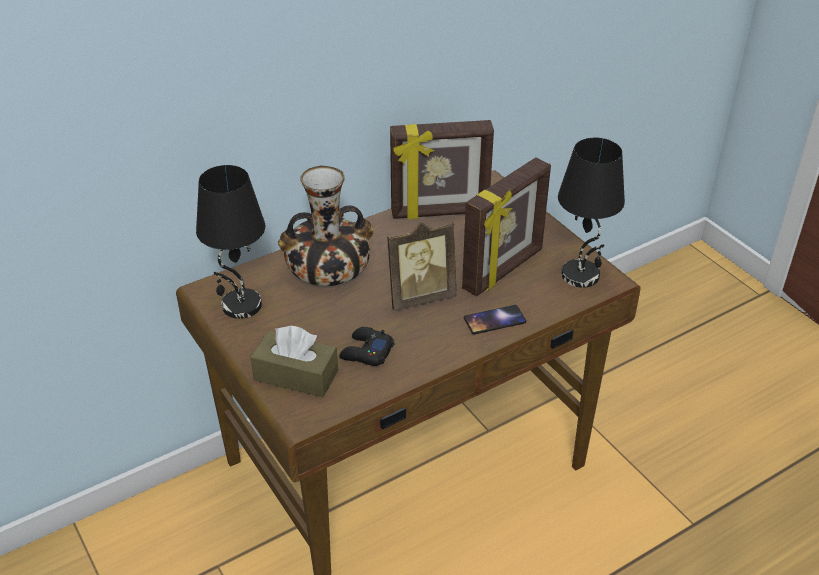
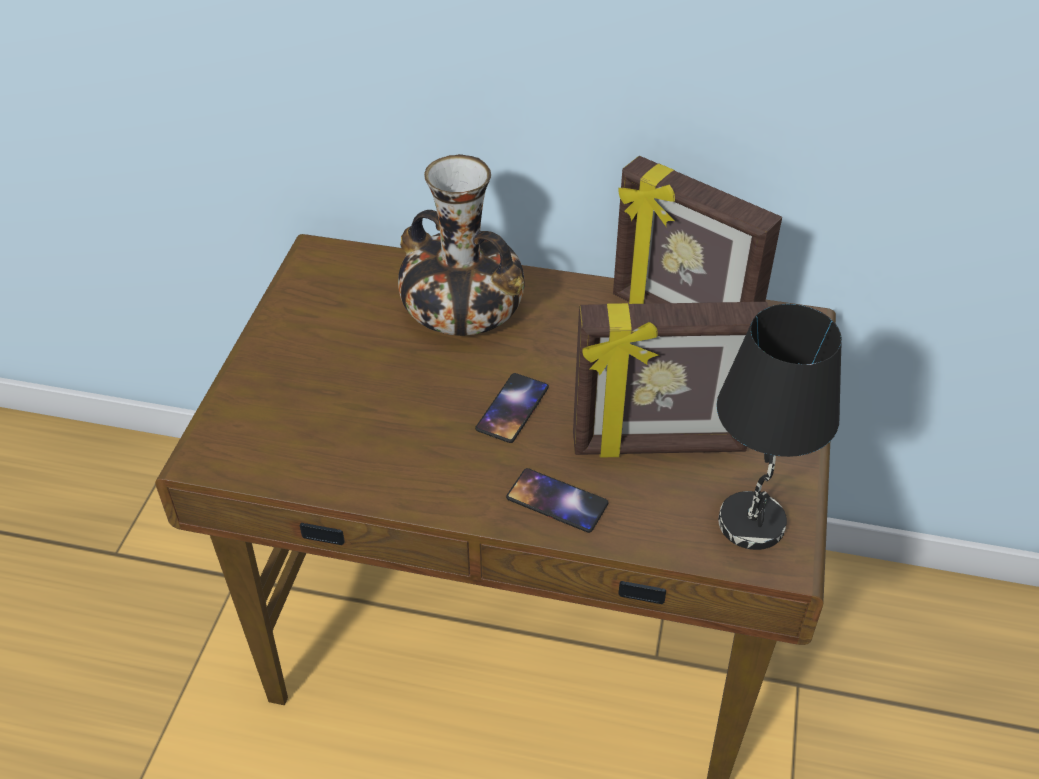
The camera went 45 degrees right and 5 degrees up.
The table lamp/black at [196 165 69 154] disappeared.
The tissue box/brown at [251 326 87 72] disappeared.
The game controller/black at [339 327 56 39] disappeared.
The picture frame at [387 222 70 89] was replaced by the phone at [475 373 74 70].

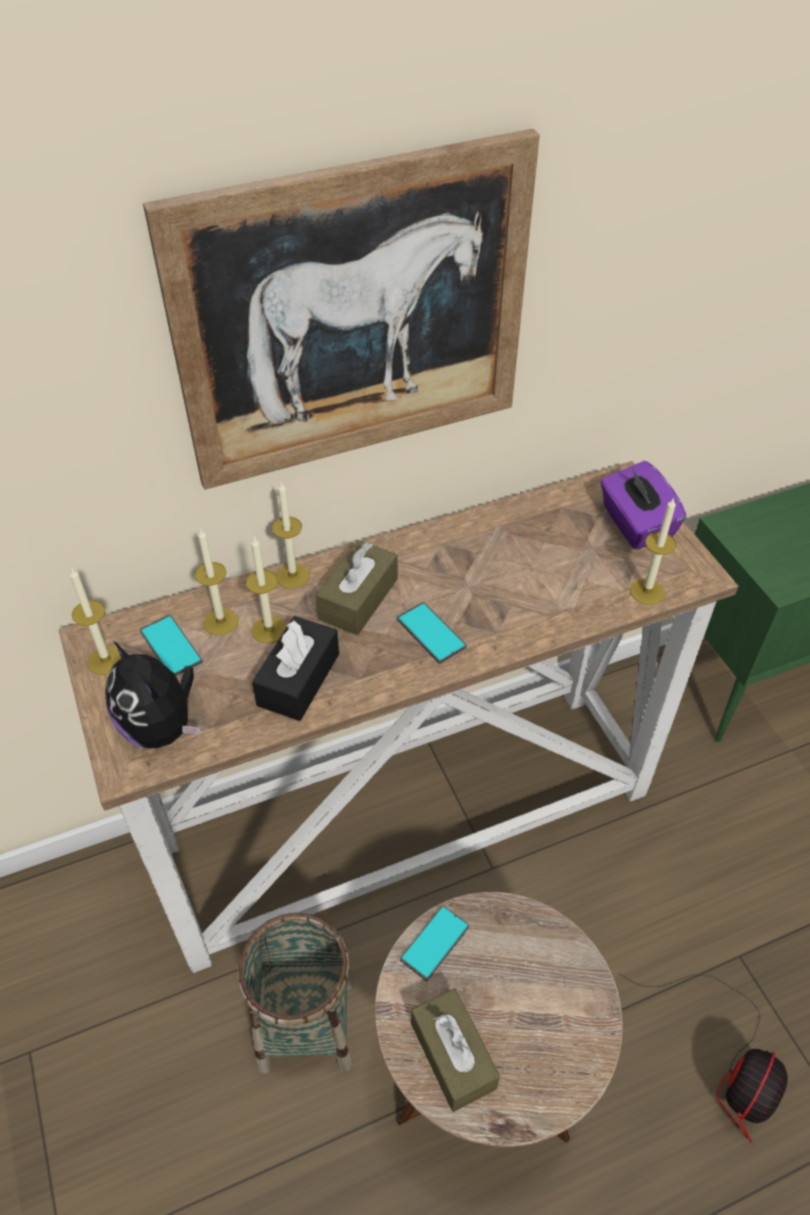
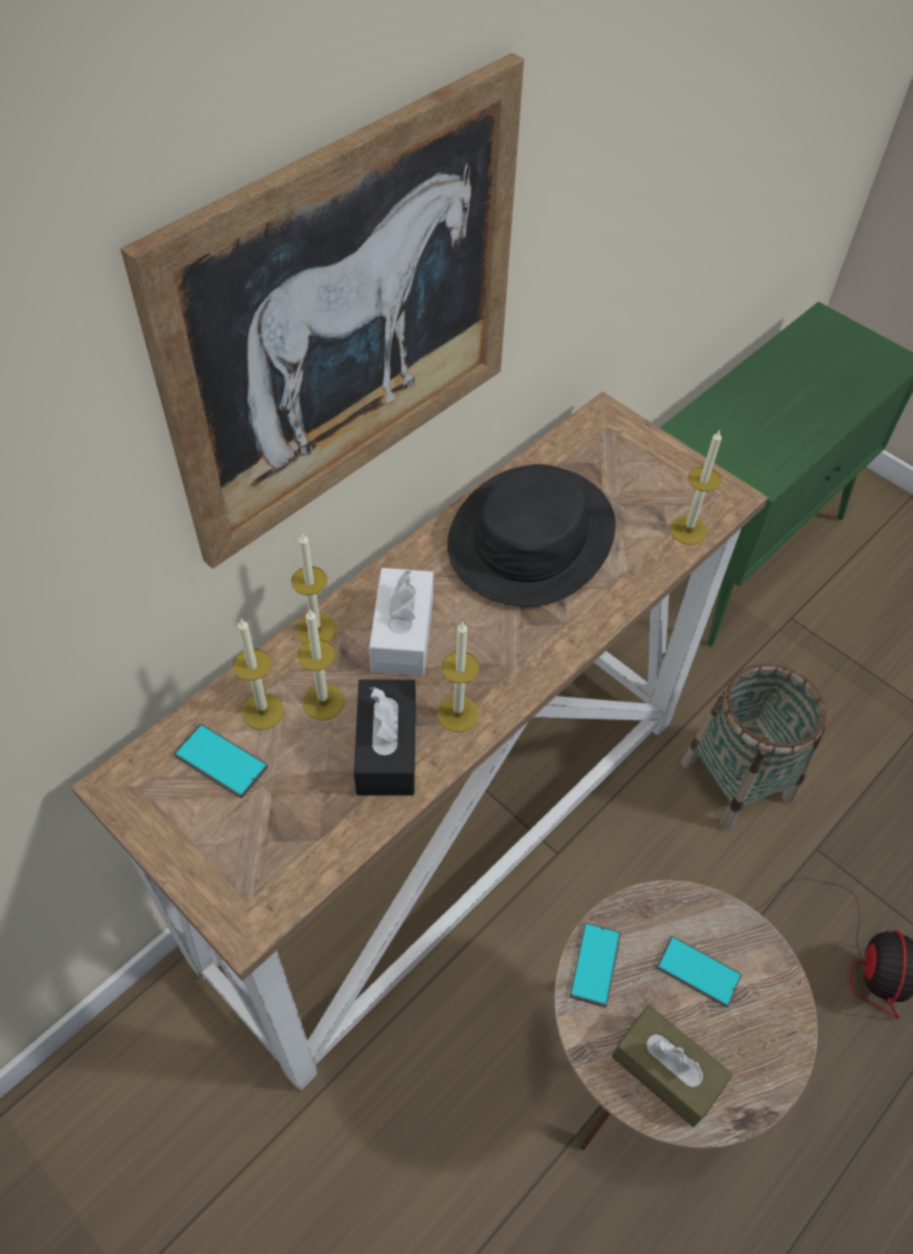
The camera went 25 degrees left and 5 degrees up.
The candle moved from [70 567 51 108] to [437 621 42 111].
The plush toy at [105 641 96 107] disappeared.
The basket moved from [238 913 115 161] to [681 664 145 166].
The tissue box/brown at [316 540 82 95] became the tissue box/white at [369 568 64 108].
The phone moved from [397 602 69 62] to [656 936 86 71].
The tissue box/purple at [600 461 86 88] disappeared.
The hat/black at [447 464 168 143] appeared.

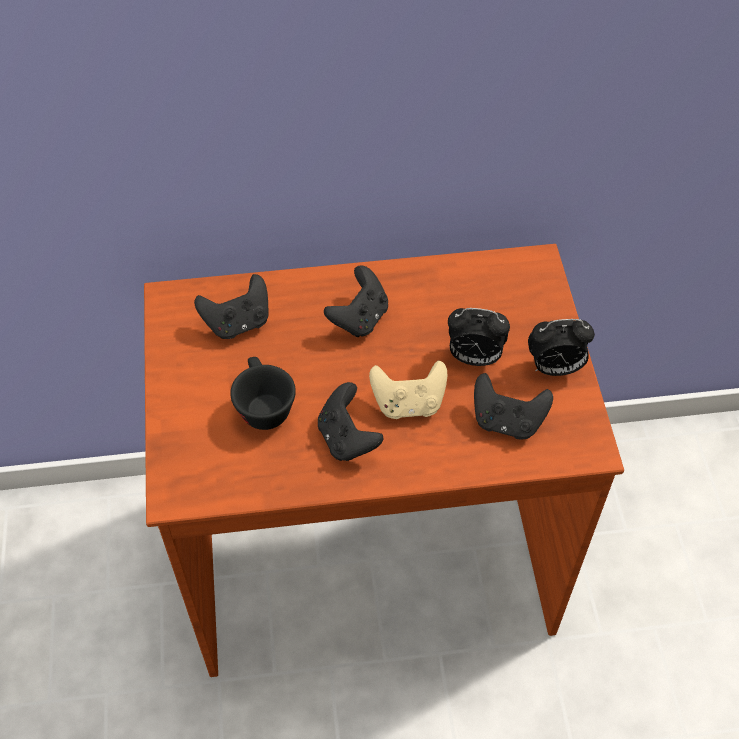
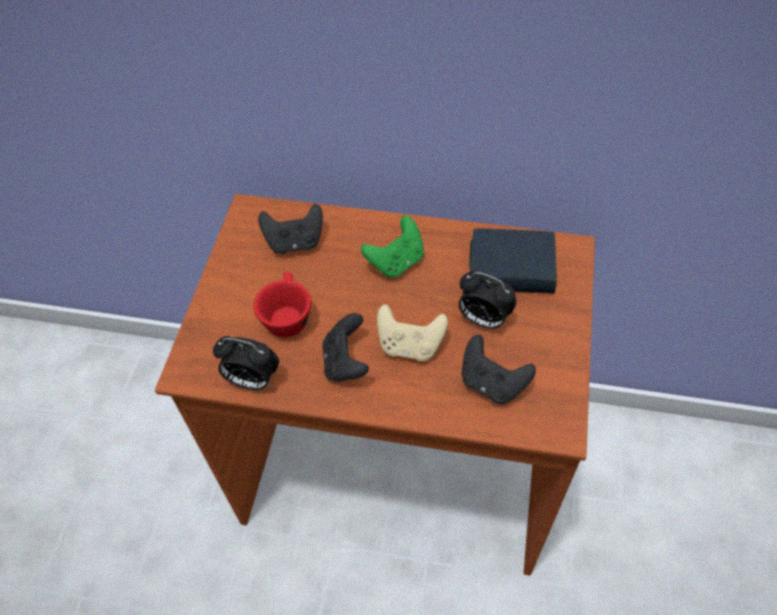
The camera went 20 degrees right and 0 degrees up.
The cup/black at [230 357 66 73] became the cup/red at [254 272 57 65].
The game controller/black at [324 265 64 72] became the game controller/green at [361 216 63 62].
The alarm clock moved from [528 319 67 57] to [213 336 66 54].
The book at [469 228 88 66] appeared.

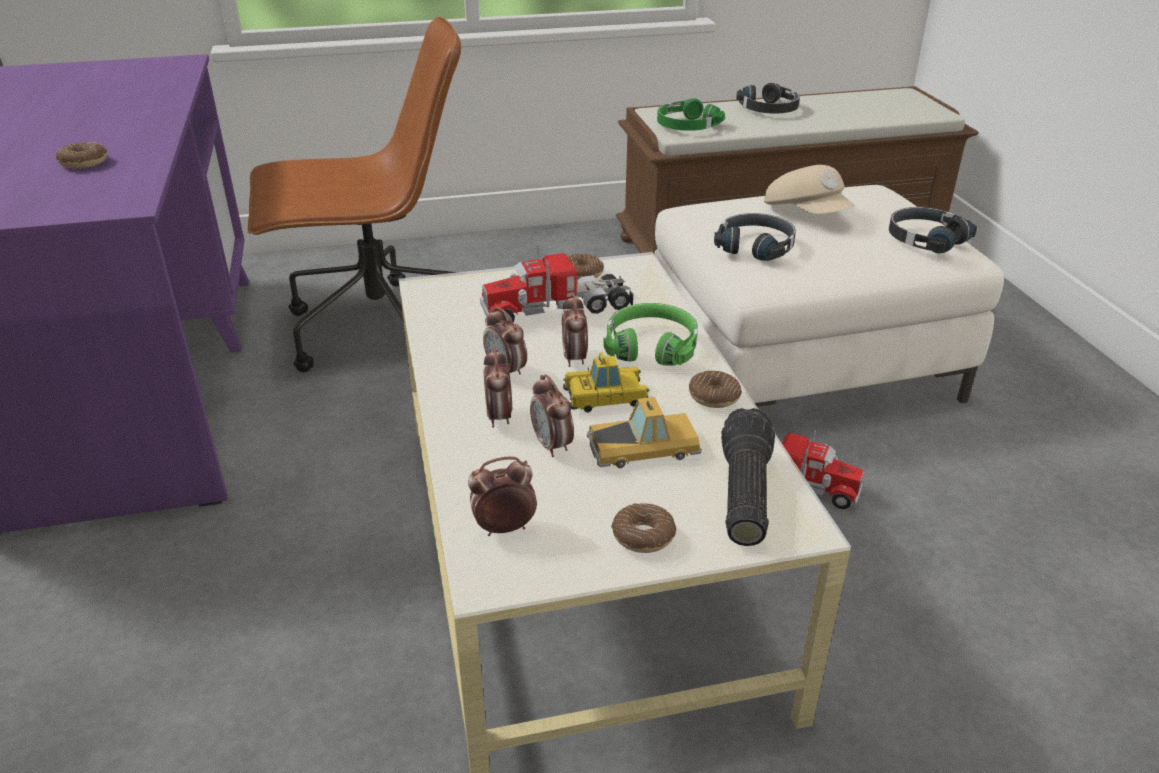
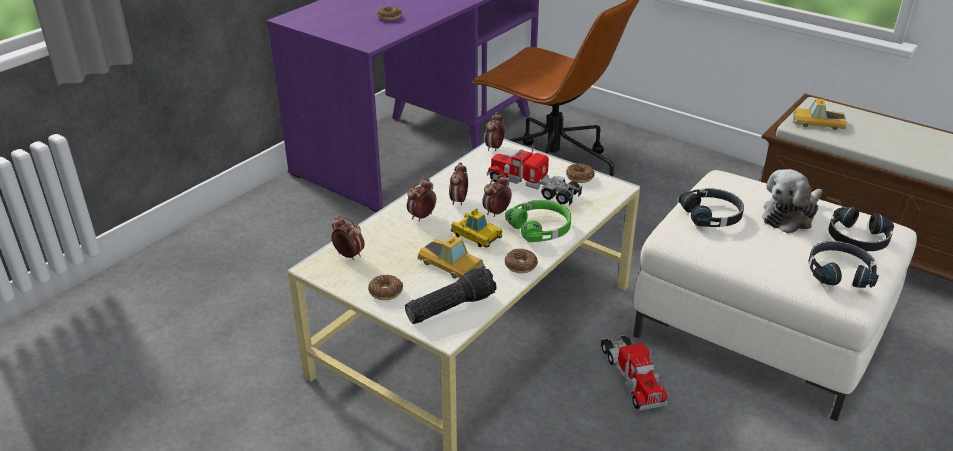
The camera went 50 degrees right and 0 degrees up.
The alarm clock moved from [530 374 44 83] to [485 112 20 39].
The headphones/green at [657 98 68 33] was replaced by the toy car at [793 99 53 31].
The headphones/black moved from [736 83 64 31] to [828 207 66 44].
The cap/beige at [764 165 91 49] was replaced by the plush toy at [762 169 60 65].

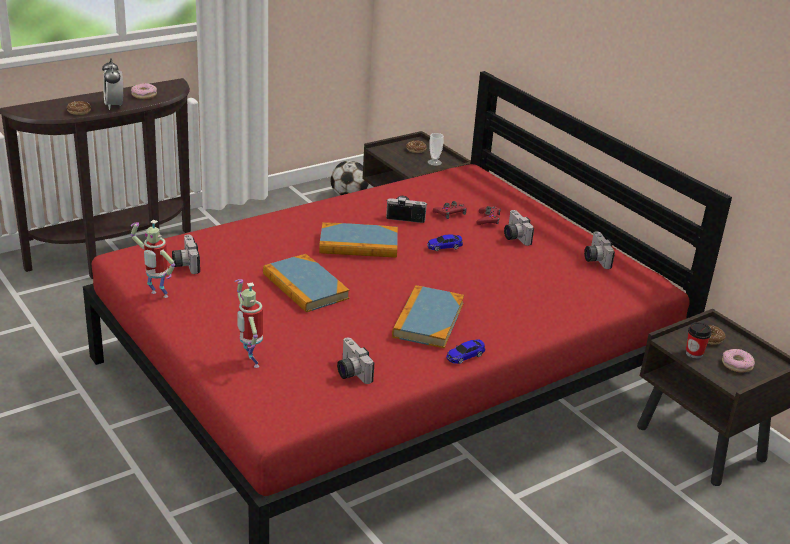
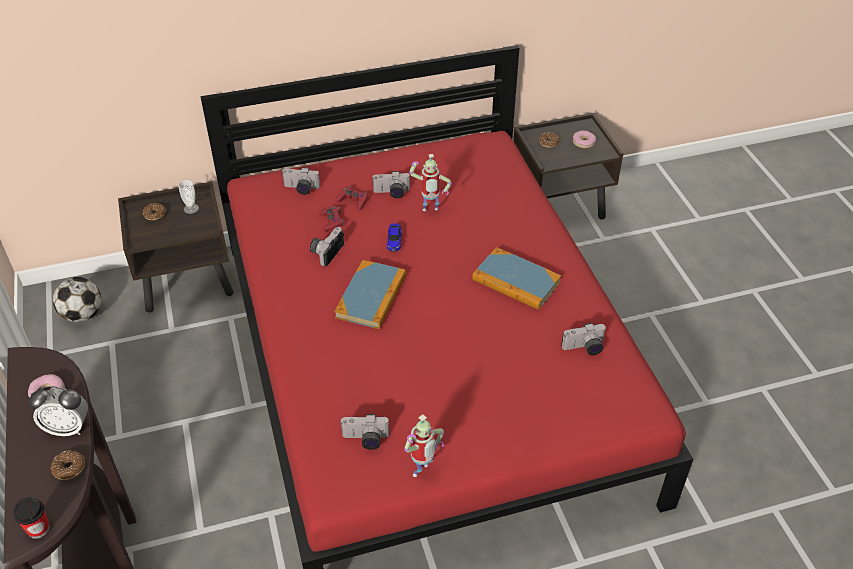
The camera went 70 degrees left and 15 degrees up.
The toy robot moved from [234 279 29 89] to [409 154 43 57].
The book at [263 254 87 58] disappeared.
The toy car at [447 339 38 25] disappeared.
The photo camera moved from [584 231 31 38] to [282 167 38 28].
The cup moved from [686 322 25 37] to [14 497 36 42].

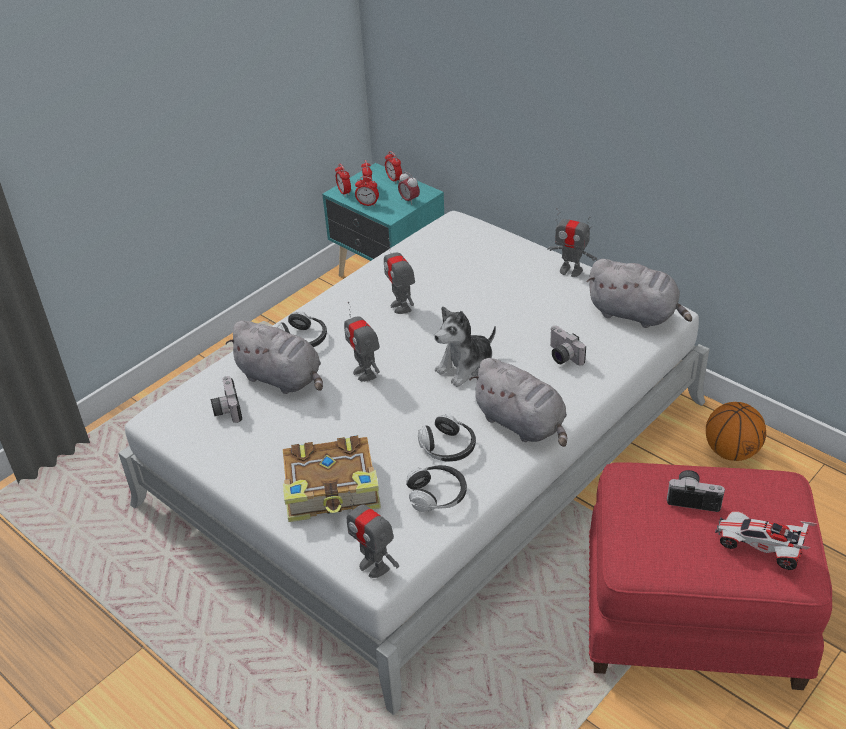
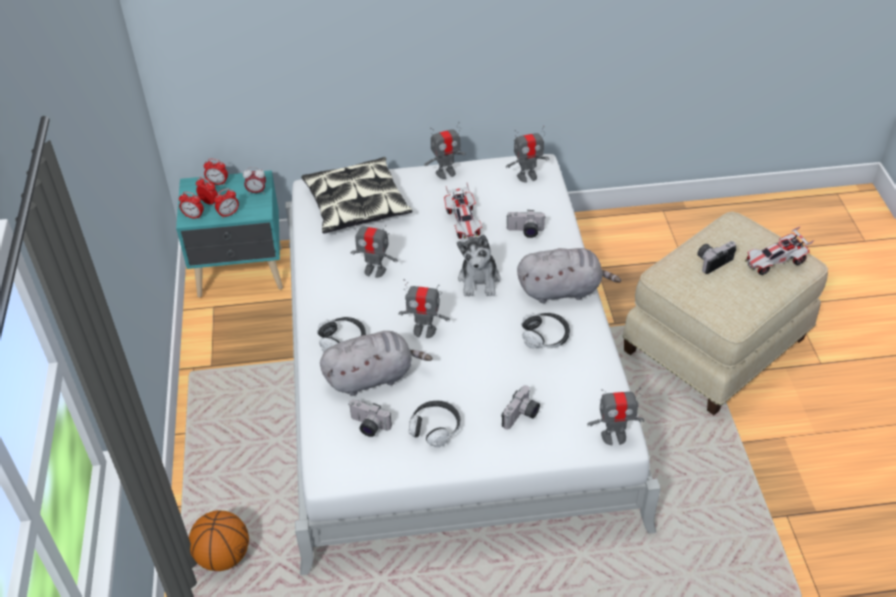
The camera went 50 degrees left and 5 degrees up.
The book at [283 435 98 87] was replaced by the photo camera at [501 385 39 45].
The headphones moved from [406 465 61 47] to [408 401 53 46].
The plush toy/grey at [586 259 106 69] was replaced by the toy robot at [506 126 43 56].
The ottoman/red at [589 462 243 228] became the ottoman/beige at [623 212 205 203].
The basketball moved from [706 402 60 59] to [189 510 60 61].
The pillow at [301 157 111 76] appeared.
The toy car at [444 183 38 56] appeared.

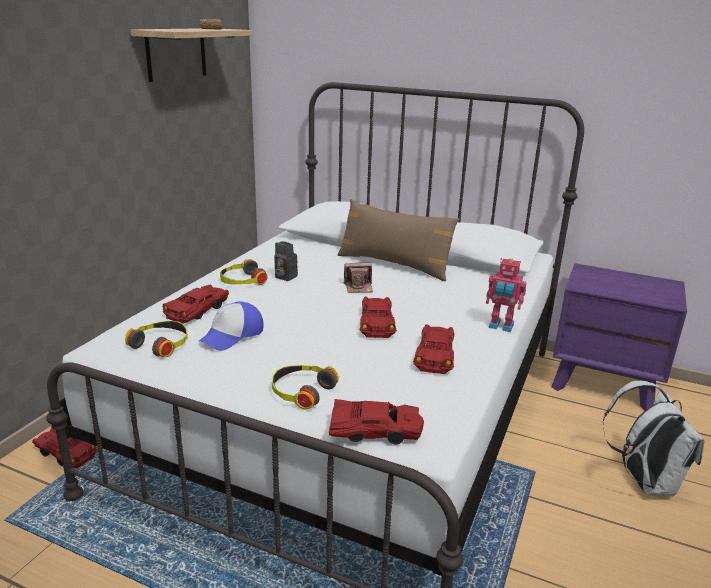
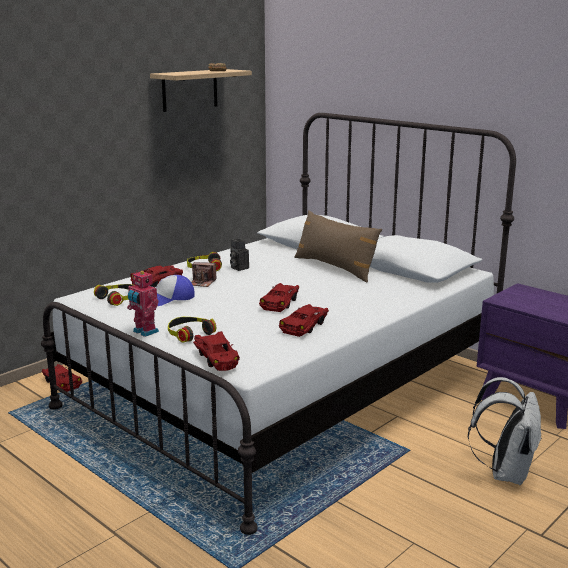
The camera went 20 degrees right and 5 degrees down.
The toy car/red at [329 399 95 45] turned 45 degrees clockwise.
The photo camera moved from [343 262 30 31] to [191 262 26 25].
The toy robot moved from [486 258 41 74] to [127 270 32 67].

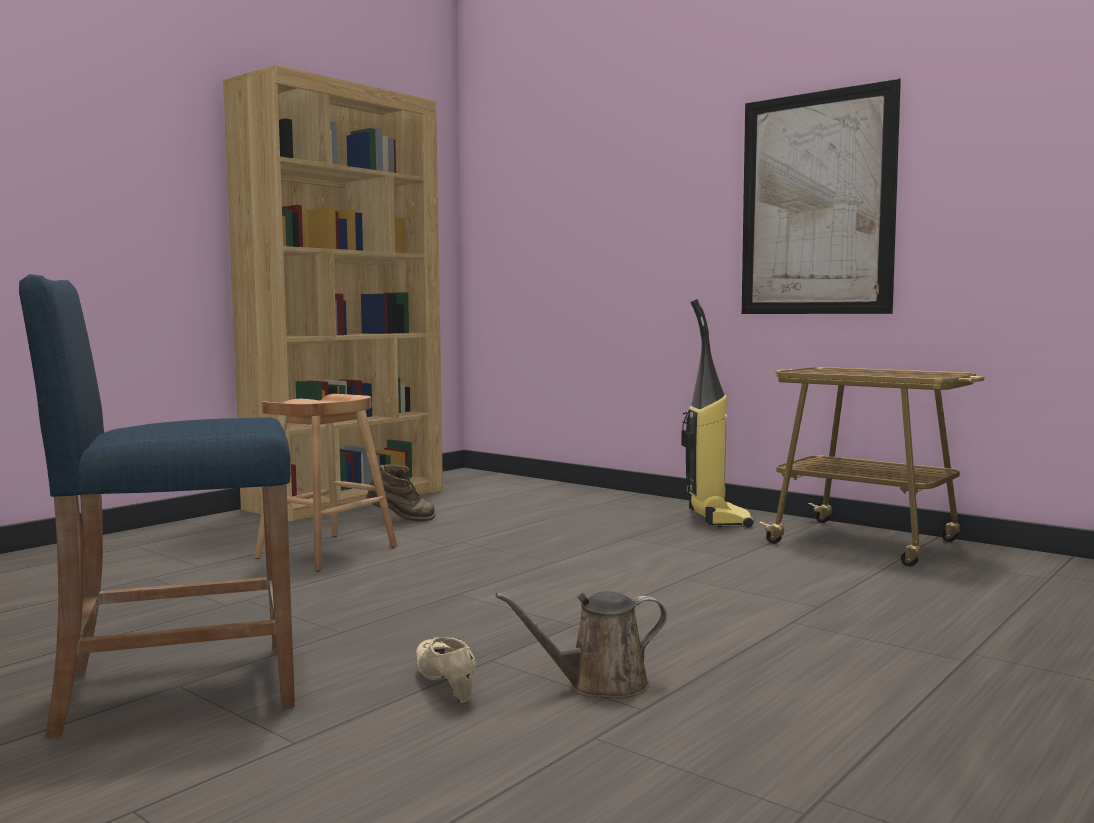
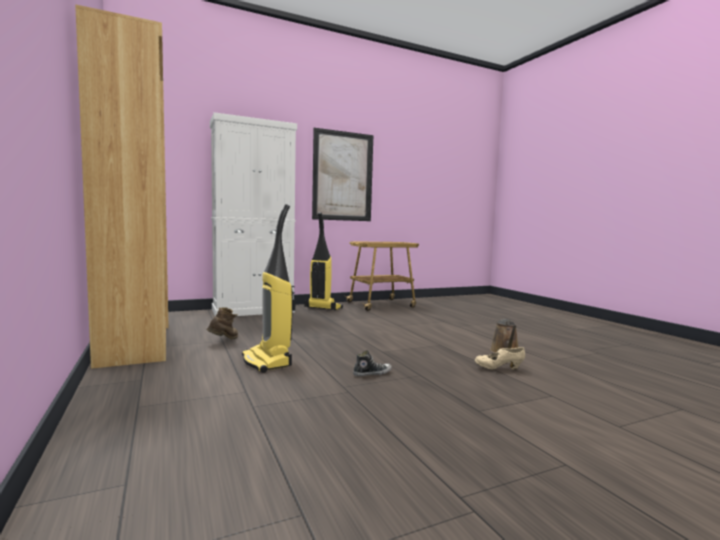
The camera went 65 degrees left and 0 degrees up.
The stool/blue at [19 274 276 465] disappeared.
The stool/brown at [254 394 143 177] was replaced by the vacuum cleaner at [242 204 53 169].
The cabinet/white at [210 112 87 204] appeared.
The shoe at [353 350 39 27] appeared.

